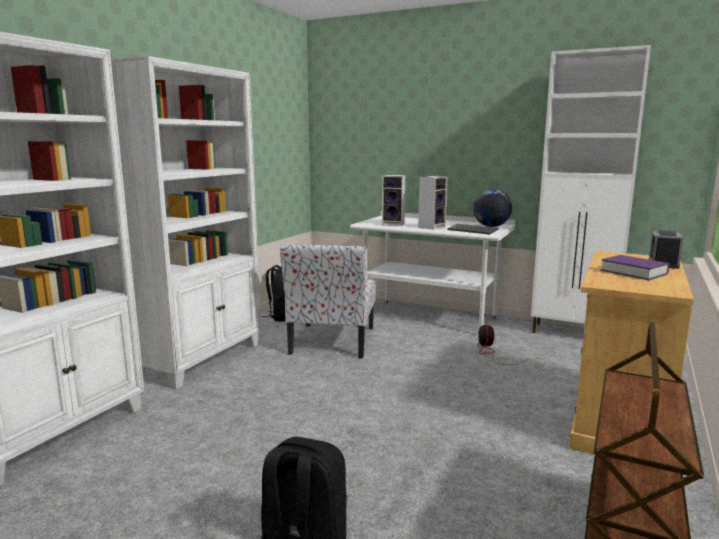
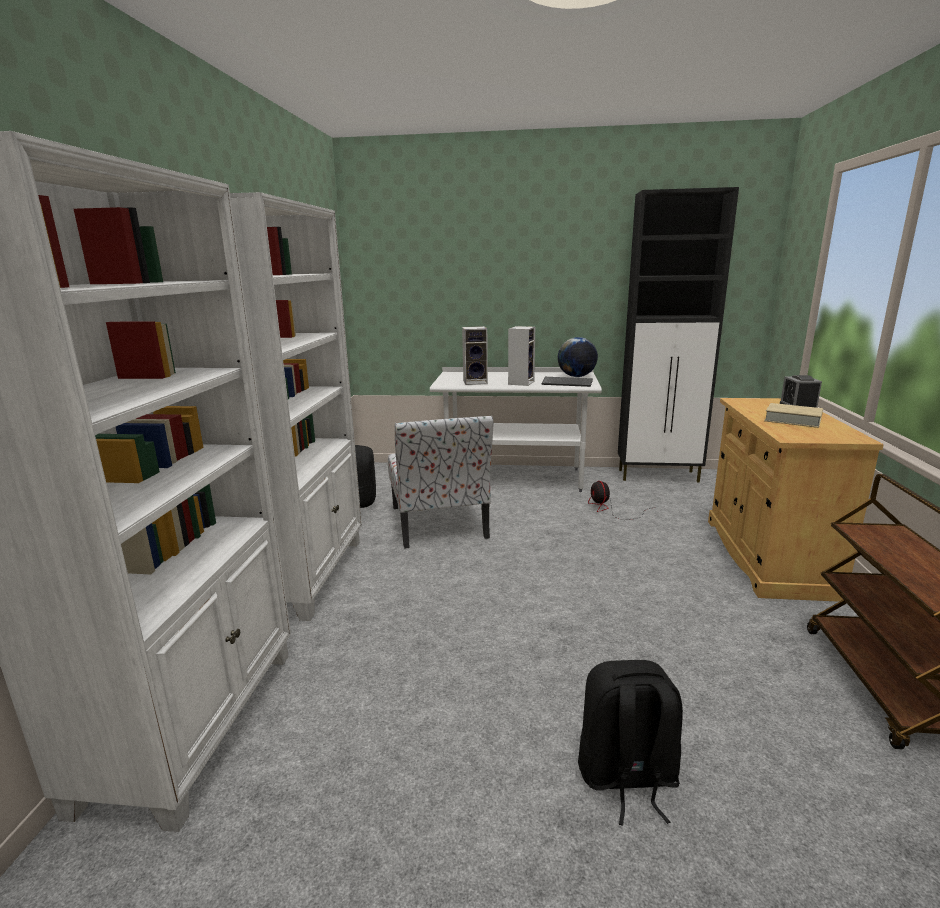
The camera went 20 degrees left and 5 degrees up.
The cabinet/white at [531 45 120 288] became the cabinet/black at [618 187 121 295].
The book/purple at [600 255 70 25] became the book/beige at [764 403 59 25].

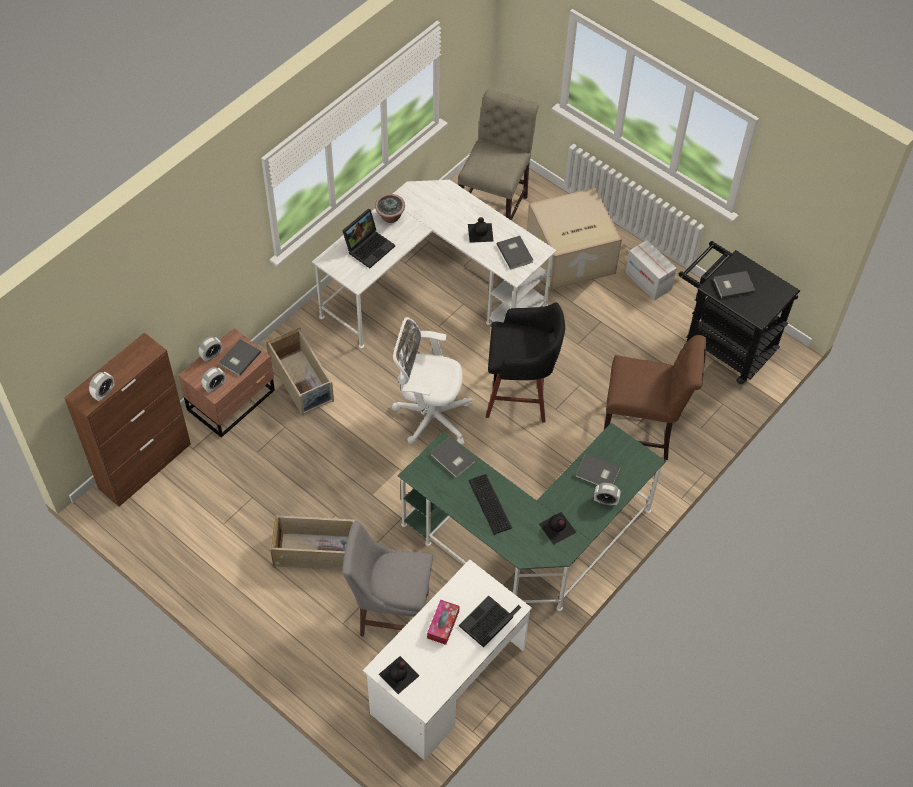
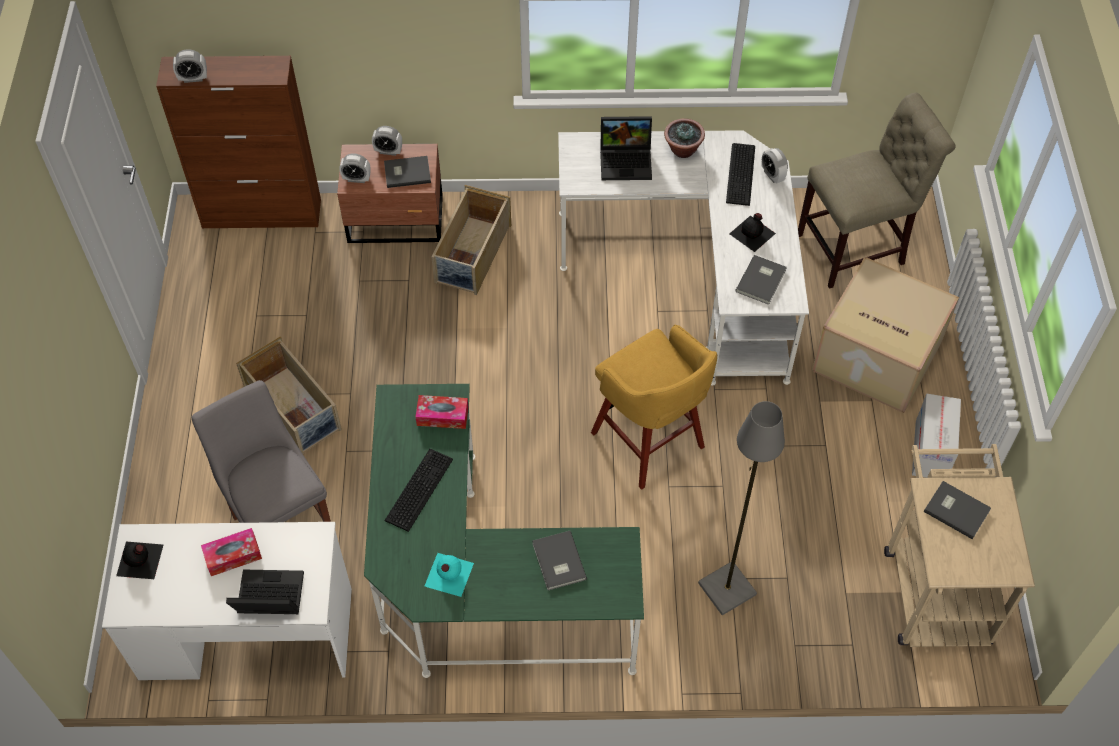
The camera went 50 degrees right and 0 degrees up.
The office chair/white at [392 317 80 128] disappeared.
The book/grey at [430 437 46 41] was replaced by the tissue box at [415 395 53 34].
The stool/black at [486 302 79 121] became the stool/yellow at [591 325 126 165].
The bottle/black at [539 512 38 33] became the bottle/turquoise at [425 553 49 44].
The alarm clock moved from [594 483 27 23] to [761 148 27 36].
The chair/brown at [604 335 102 125] was replaced by the floor lamp/grey at [698 401 87 214].
The cart/black at [679 241 121 143] became the cart/beige at [884 444 151 203].
The keyboard at [726 143 29 63] appeared.

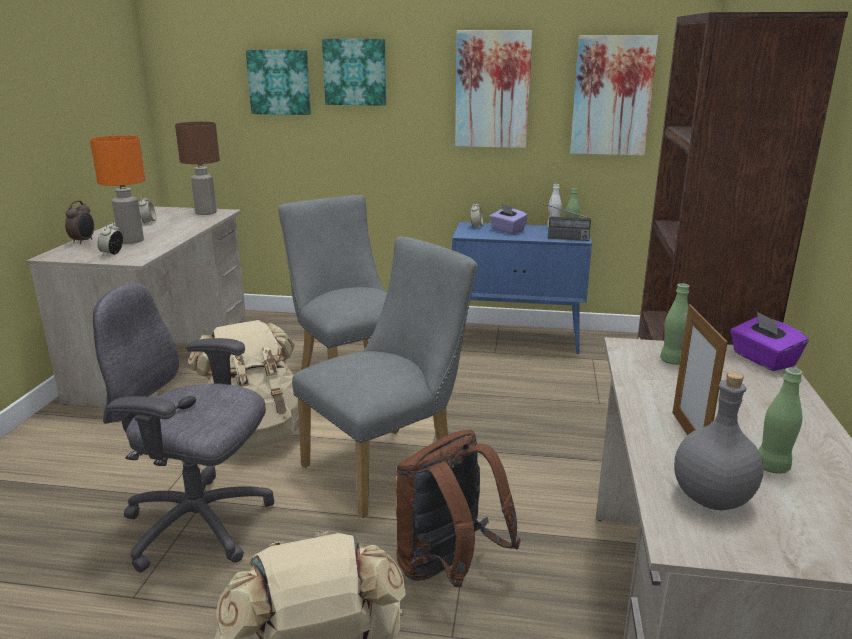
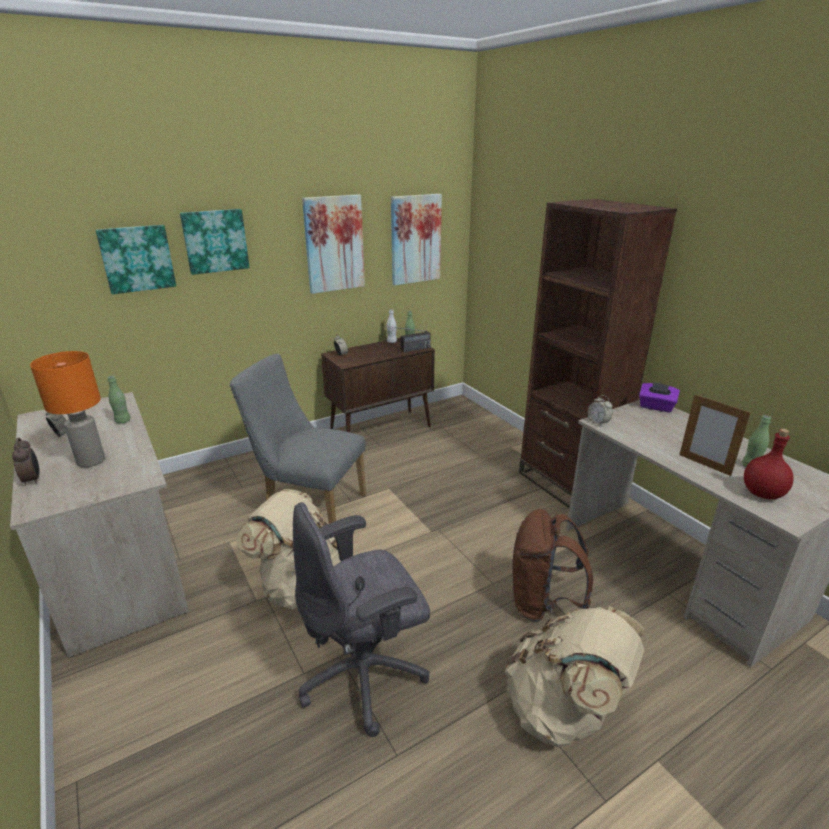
The camera went 40 degrees left and 5 degrees up.
The alarm clock moved from [97 222 26 33] to [588 395 25 30].
The table lamp/brown at [175 122 45 93] disappeared.
The chair/grey at [292 237 186 281] disappeared.
The cabinet/blue at [452 222 140 132] became the cabinet/brown at [321 338 114 94].
The tissue box/purple at [489 204 39 30] disappeared.
The bottle/green moved from [660 283 29 82] to [108 376 23 47].
The bottle/grey at [674 372 90 138] became the bottle/red at [744 429 50 70].

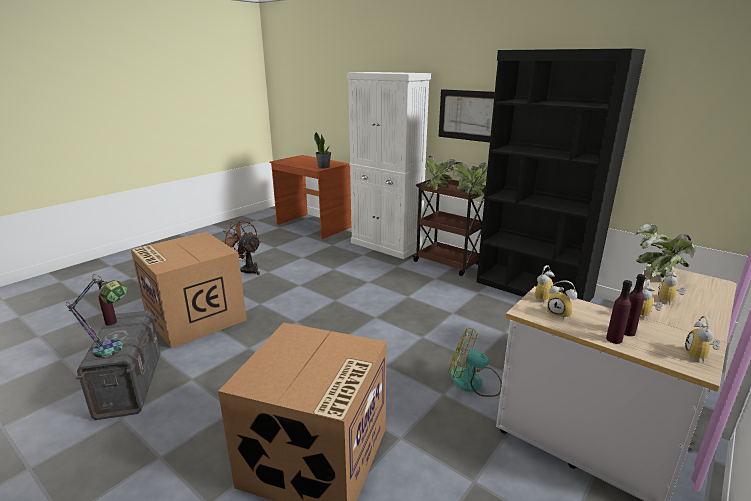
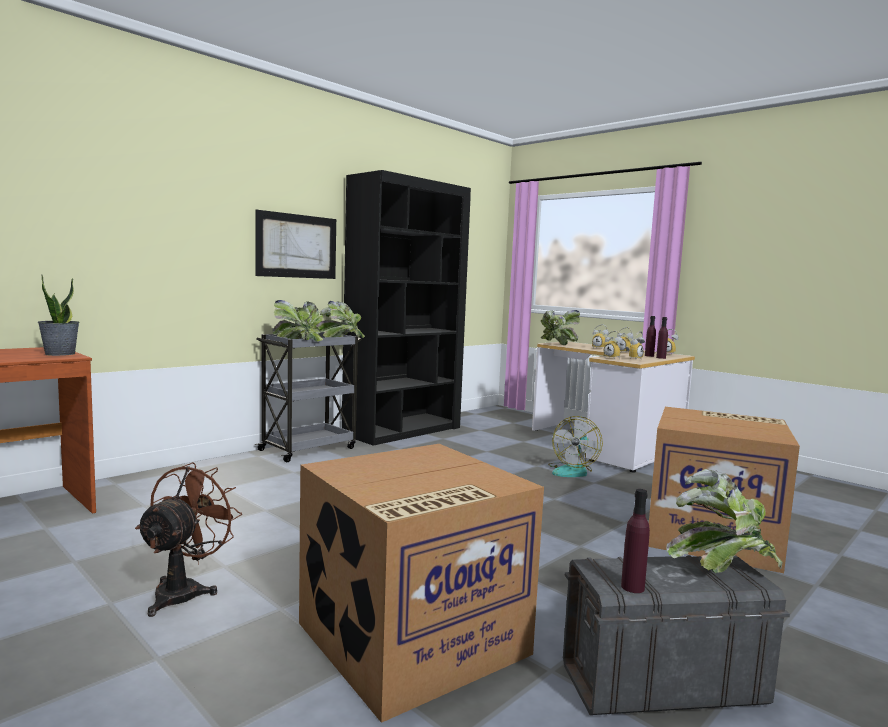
The camera went 85 degrees left and 15 degrees down.
The table lamp at [66 274 61 84] was replaced by the potted plant at [666 469 117 104].
The fan/brown at [222 220 39 55] turned 150 degrees clockwise.
The cabinet/white at [347 72 84 187] disappeared.
The cart/brown at [413 179 73 97] became the cart/grey at [255 332 107 130].

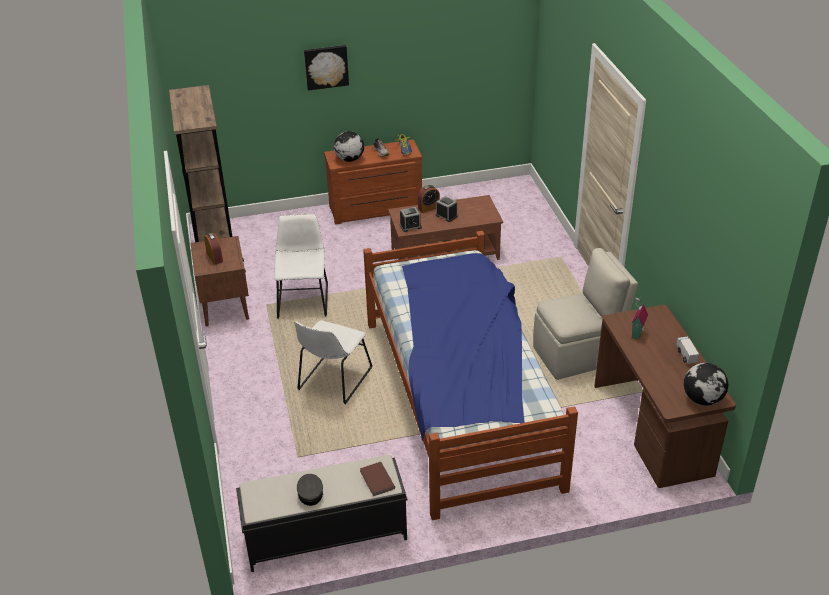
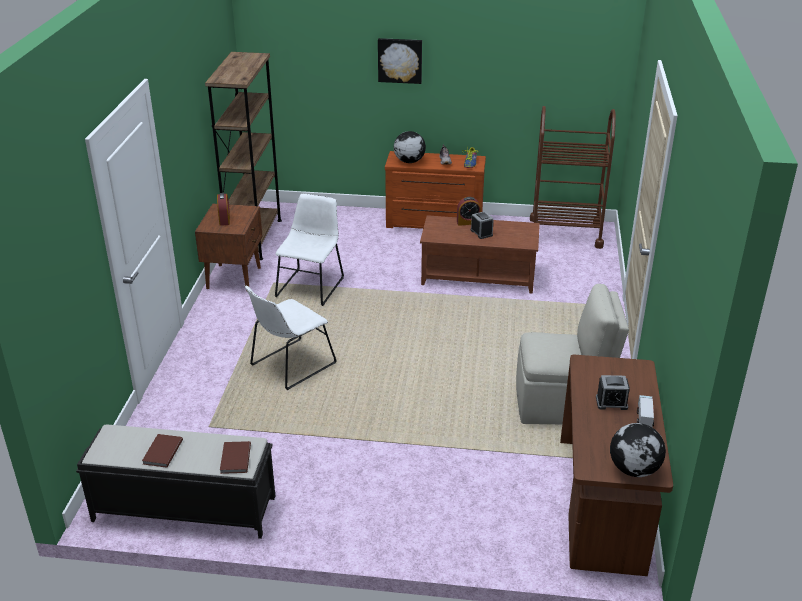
The camera went 20 degrees right and 5 degrees down.
The cap/grey at [297 474 26 32] was replaced by the book/brown at [142 434 41 34].
The bed at [363 231 215 289] disappeared.
The alarm clock moved from [400 207 22 25] to [596 375 34 35].
The toy house at [631 297 17 43] disappeared.
The cart/brown at [530 106 86 143] appeared.

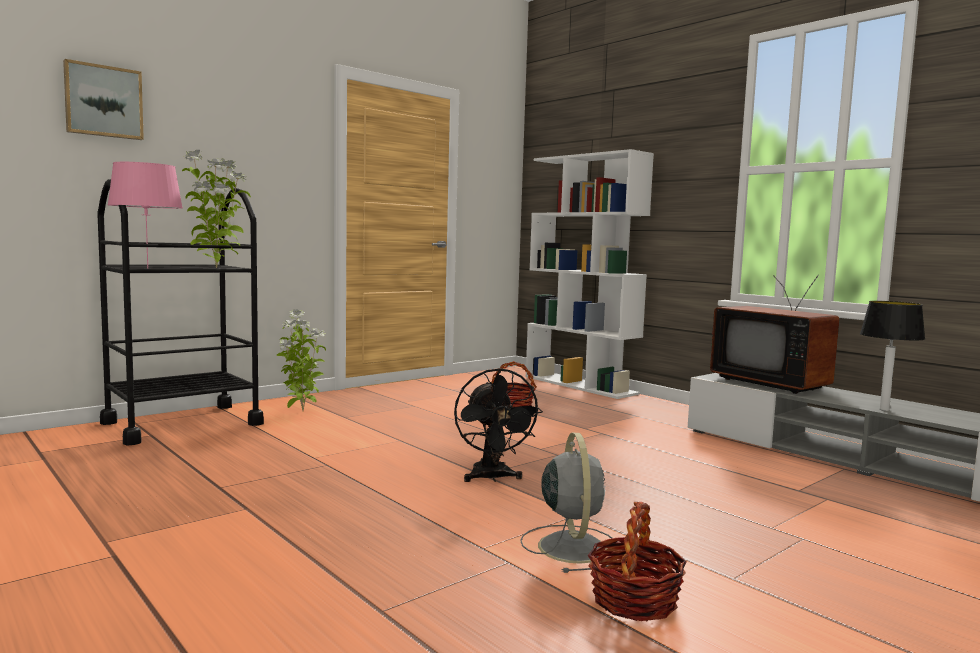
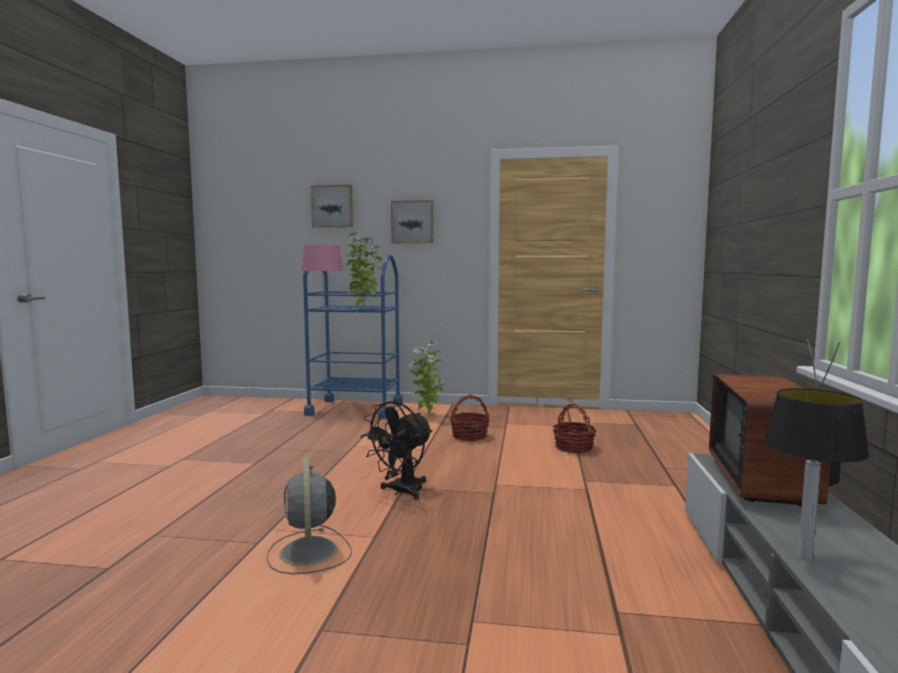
The camera went 50 degrees right and 0 degrees up.
The cart/black at [97 179 167 267] became the cart/blue at [303 254 100 165].
The fan/grey at [520 433 97 140] turned 120 degrees clockwise.
The bookcase/white at [526 149 128 250] disappeared.
The basket moved from [588 502 99 119] to [450 394 40 47].
The picture at [391 200 42 43] appeared.

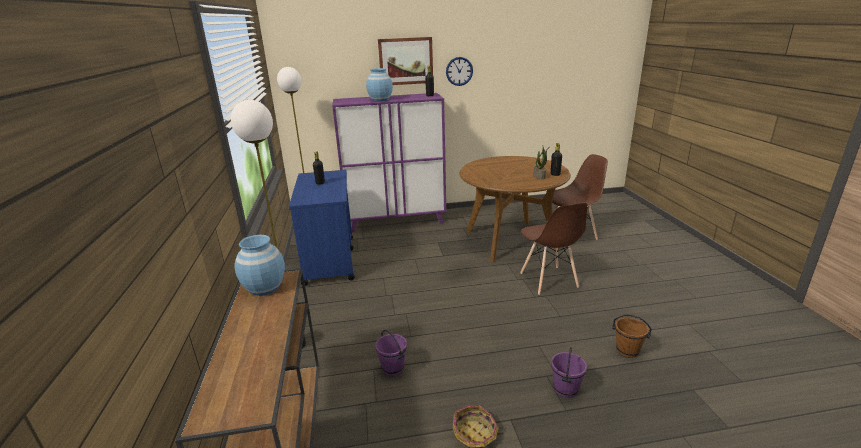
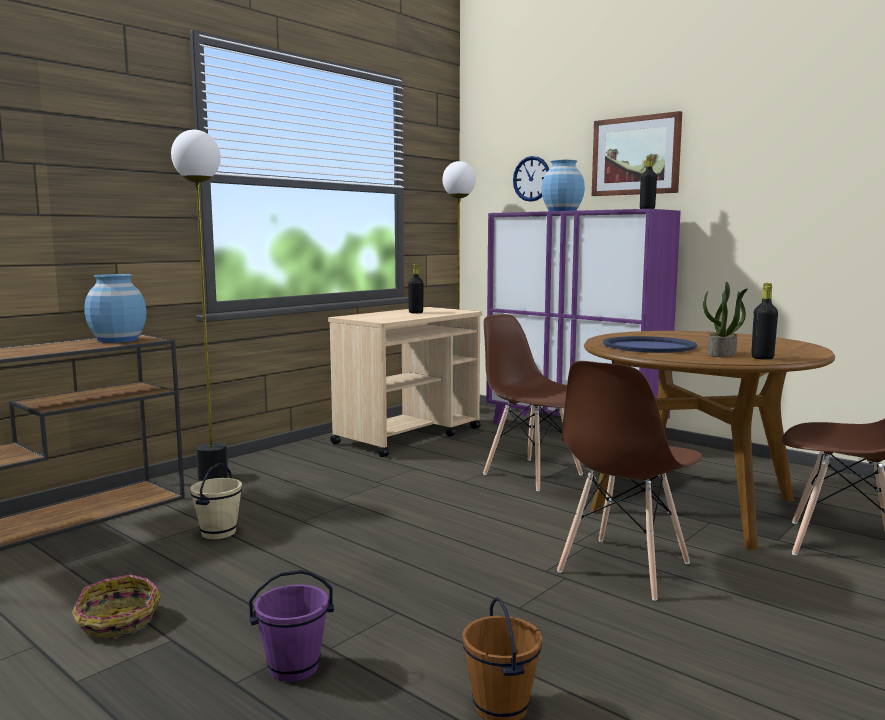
The camera went 50 degrees right and 15 degrees down.
The cart/blue at [289 170 66 116] became the cart/beige at [328 307 154 150].
The bucket/purple at [375 330 32 46] became the bucket/beige at [190 463 52 76].
The wall clock moved from [446 57 27 29] to [513 156 36 46].
The chair/brown at [483 314 100 177] appeared.
The tray/blue at [603 336 94 17] appeared.

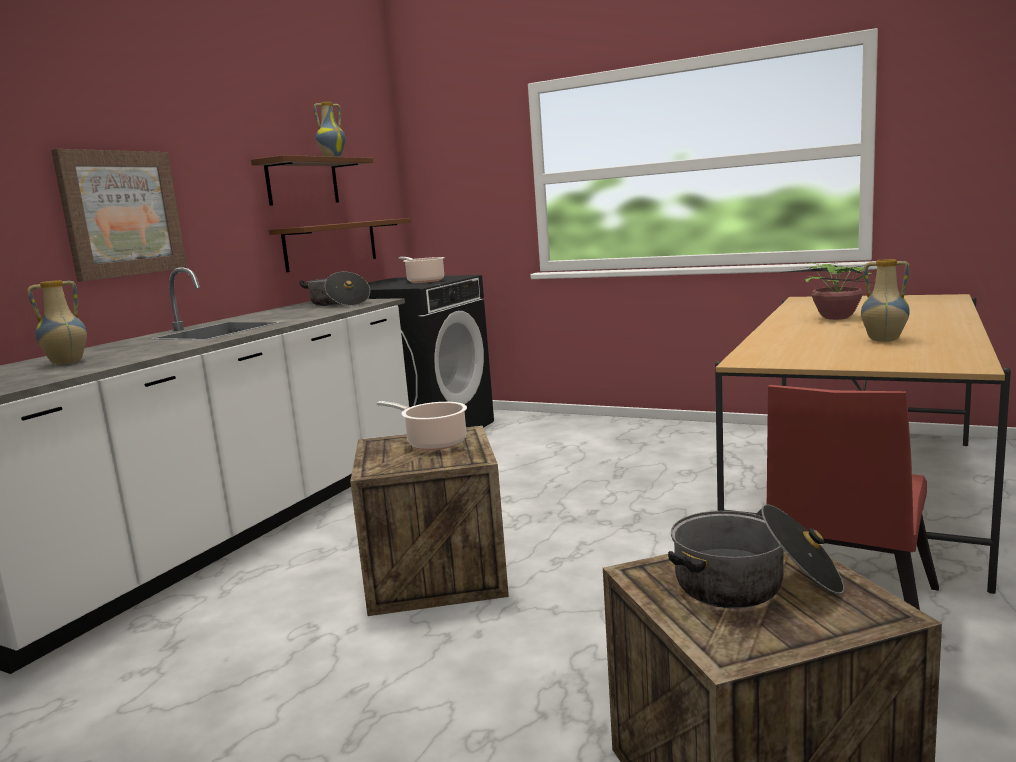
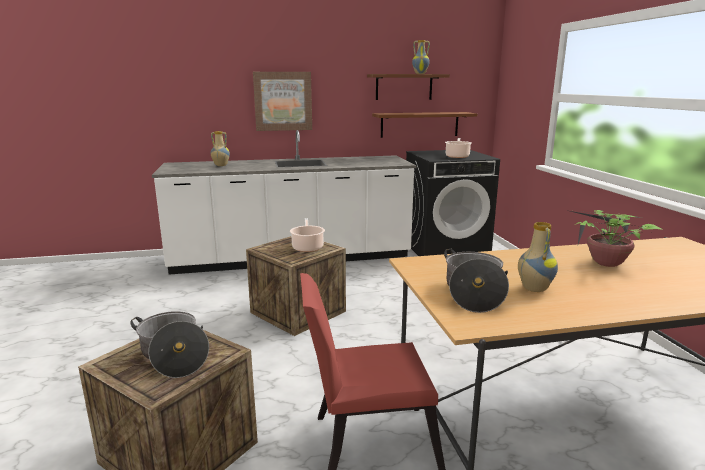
The camera went 50 degrees right and 5 degrees up.
The cooking pot moved from [299 272 71 34] to [444 249 65 64].

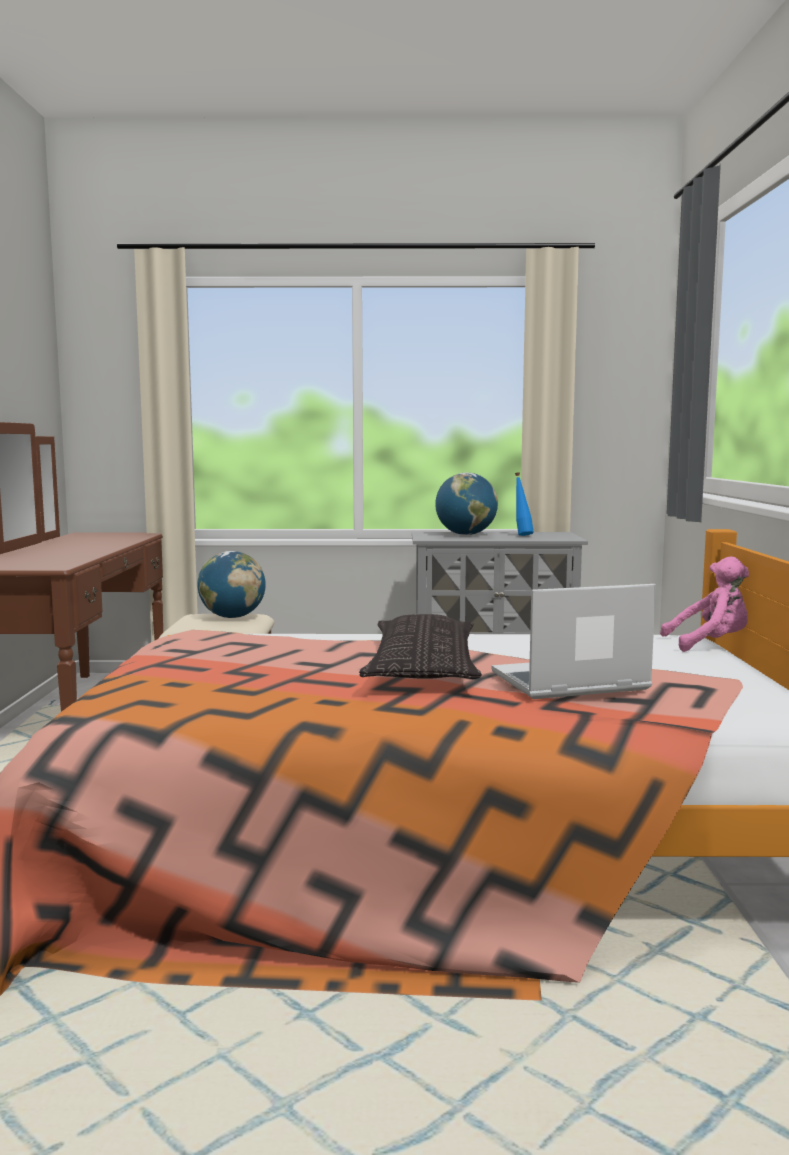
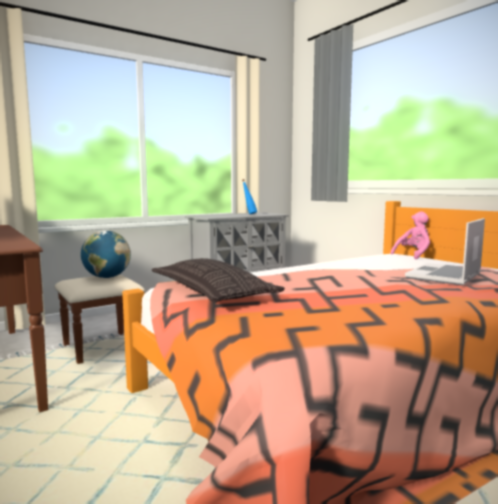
The camera went 35 degrees left and 0 degrees up.
The pillow moved from [359 614 123 65] to [151 258 134 45].
The globe at [435 473 63 62] disappeared.

